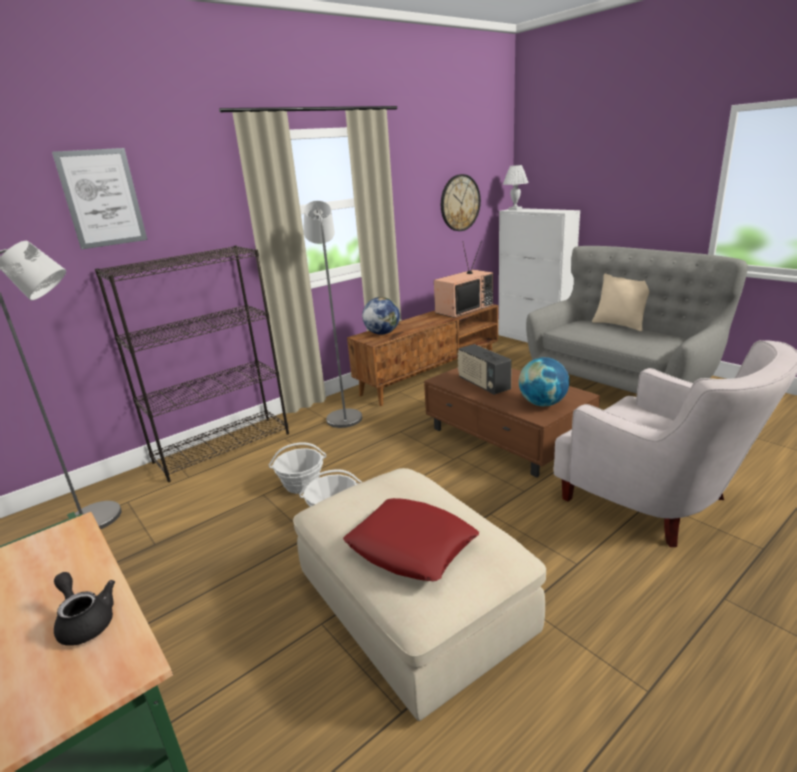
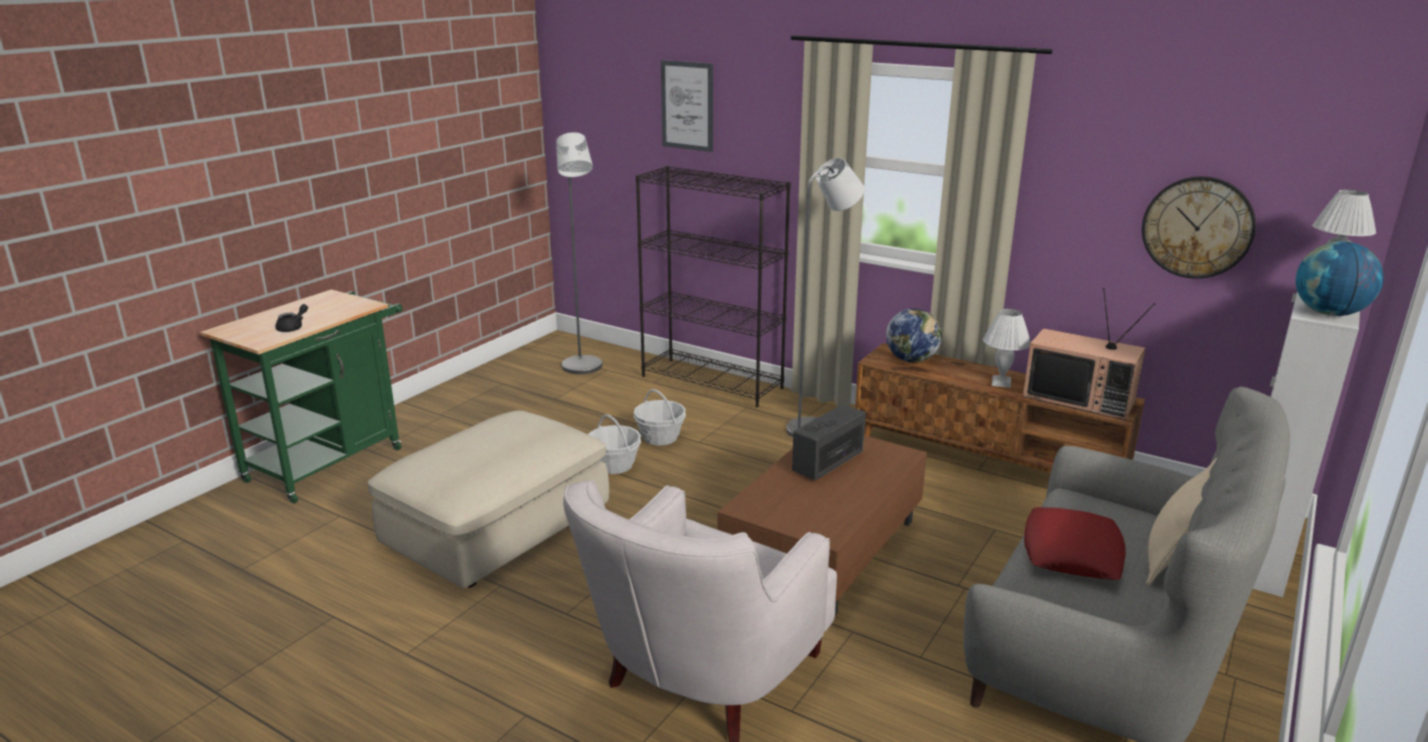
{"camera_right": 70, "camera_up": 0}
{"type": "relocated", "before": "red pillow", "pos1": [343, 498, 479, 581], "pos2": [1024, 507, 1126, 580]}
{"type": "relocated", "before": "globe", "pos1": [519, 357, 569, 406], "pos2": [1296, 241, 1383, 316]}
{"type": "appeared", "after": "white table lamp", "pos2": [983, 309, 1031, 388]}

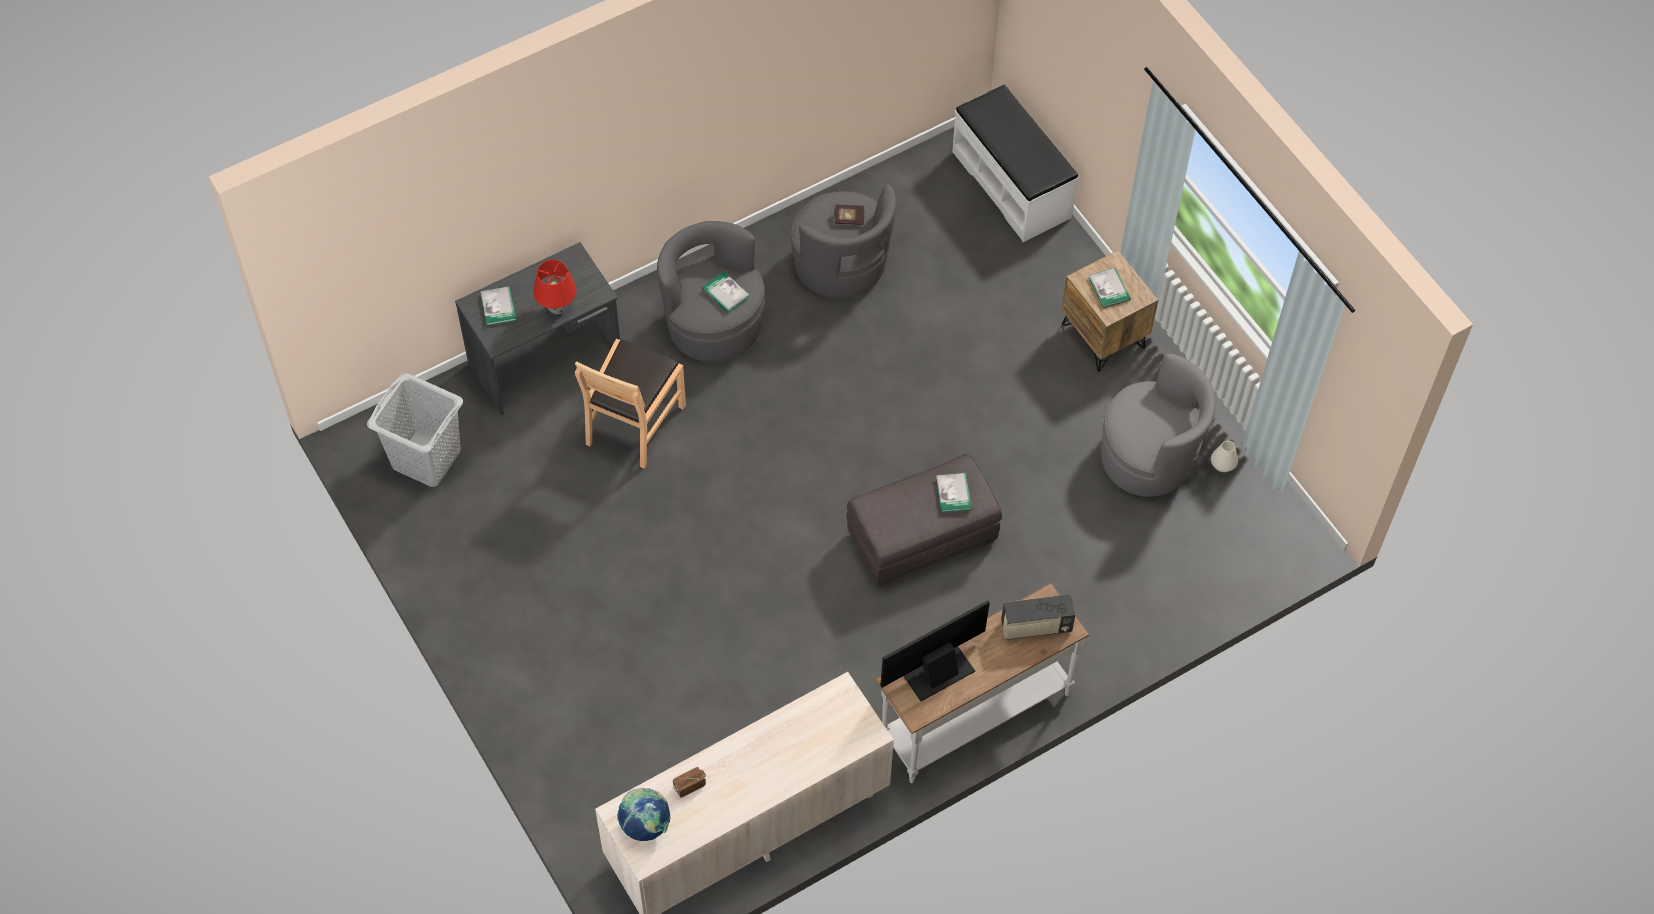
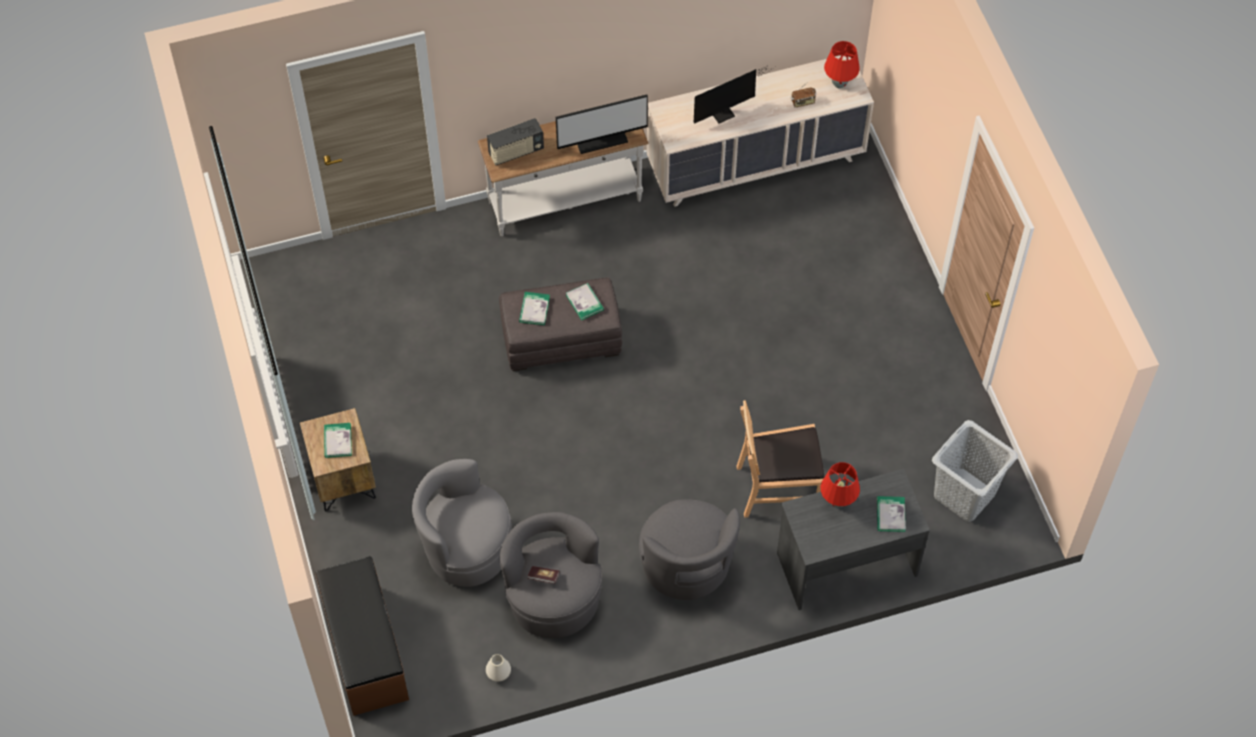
{"camera_right": -165, "camera_up": 0}
{"type": "spun", "before": "brown chair", "pos1": [575, 339, 686, 469], "pos2": [737, 400, 824, 518], "turn": -135}
{"type": "exchanged", "before": "globe", "after": "red table lamp", "pos1": [617, 788, 671, 841], "pos2": [824, 41, 860, 89]}
{"type": "relocated", "before": "book", "pos1": [702, 271, 750, 313], "pos2": [566, 283, 604, 320]}
{"type": "colour", "before": "white bench", "after": "brown bench", "pos1": [952, 85, 1078, 242], "pos2": [316, 556, 409, 716]}
{"type": "spun", "before": "radio", "pos1": [1001, 594, 1075, 640], "pos2": [487, 118, 544, 166], "turn": 150}
{"type": "relocated", "before": "grey armchair", "pos1": [1101, 354, 1216, 497], "pos2": [412, 459, 512, 587]}
{"type": "relocated", "before": "white vase", "pos1": [1211, 441, 1238, 472], "pos2": [486, 654, 511, 681]}
{"type": "appeared", "after": "monitor", "pos2": [694, 67, 775, 124]}

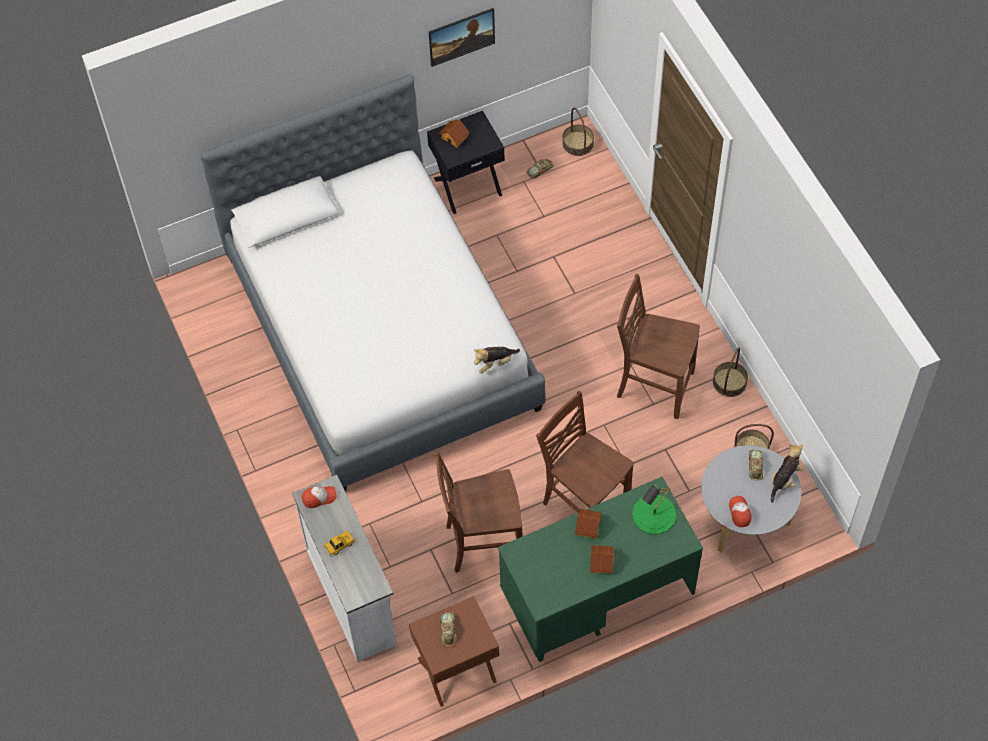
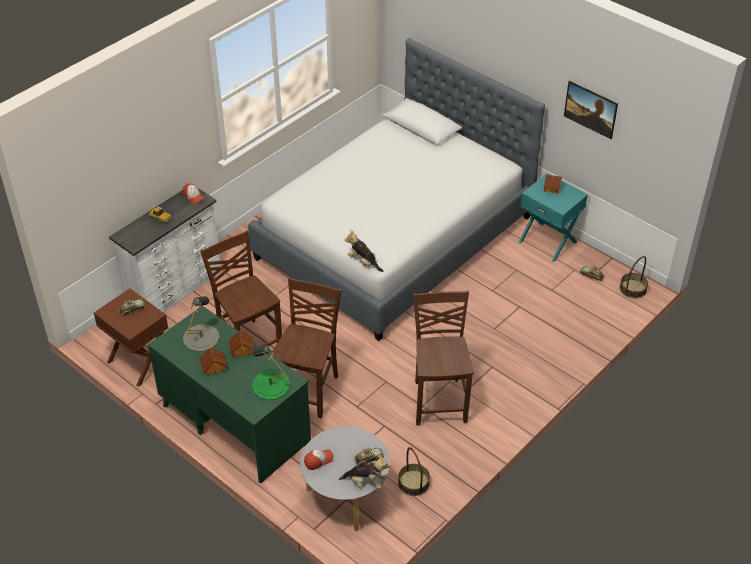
{"camera_right": 65, "camera_up": -15}
{"type": "colour", "before": "black nightstand", "after": "turquoise nightstand", "pos1": [427, 111, 505, 214], "pos2": [519, 173, 588, 262]}
{"type": "missing", "before": "basket", "pos1": [713, 347, 748, 397]}
{"type": "appeared", "after": "grey table lamp", "pos2": [183, 296, 220, 352]}

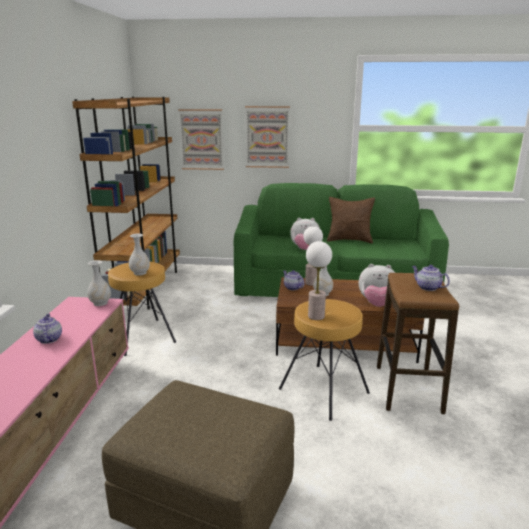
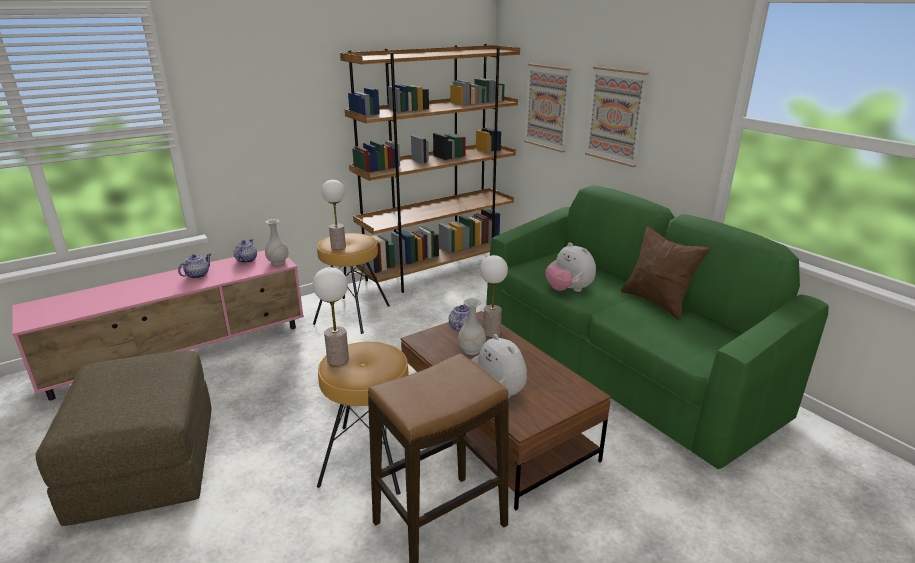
{"camera_right": 50, "camera_up": 5}
{"type": "exchanged", "before": "white vase", "after": "table lamp", "pos1": [129, 233, 150, 276], "pos2": [321, 180, 346, 250]}
{"type": "relocated", "before": "teapot", "pos1": [412, 265, 450, 291], "pos2": [234, 239, 257, 263]}

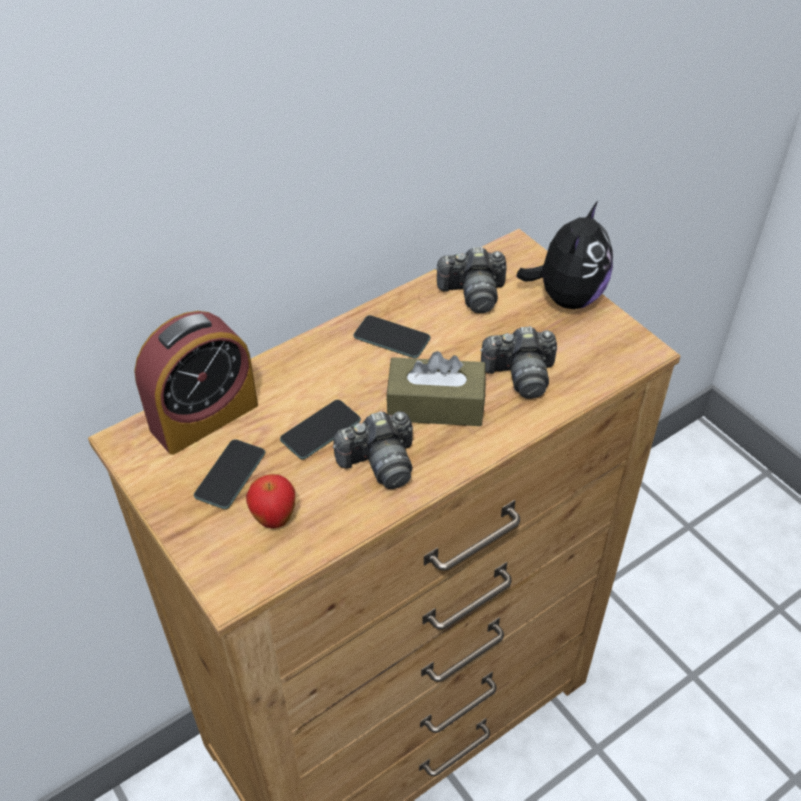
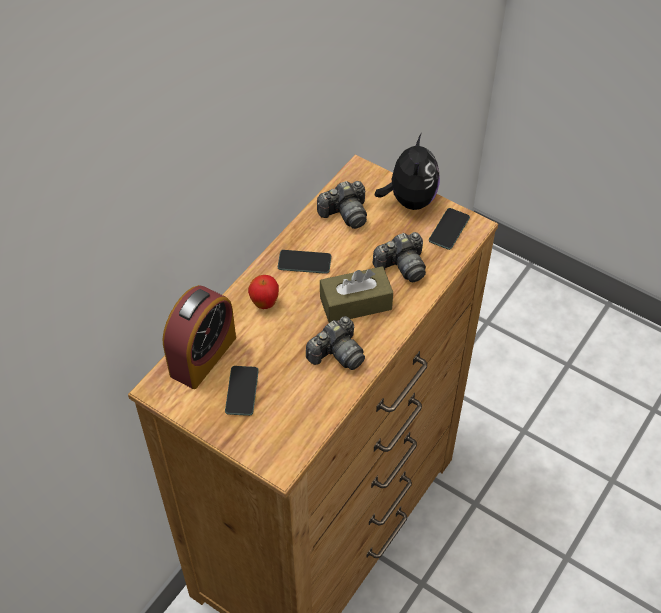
{"camera_right": -20, "camera_up": 5}
{"type": "relocated", "before": "apple", "pos1": [246, 474, 295, 528], "pos2": [248, 275, 279, 309]}
{"type": "relocated", "before": "phone", "pos1": [280, 400, 361, 460], "pos2": [429, 208, 470, 250]}

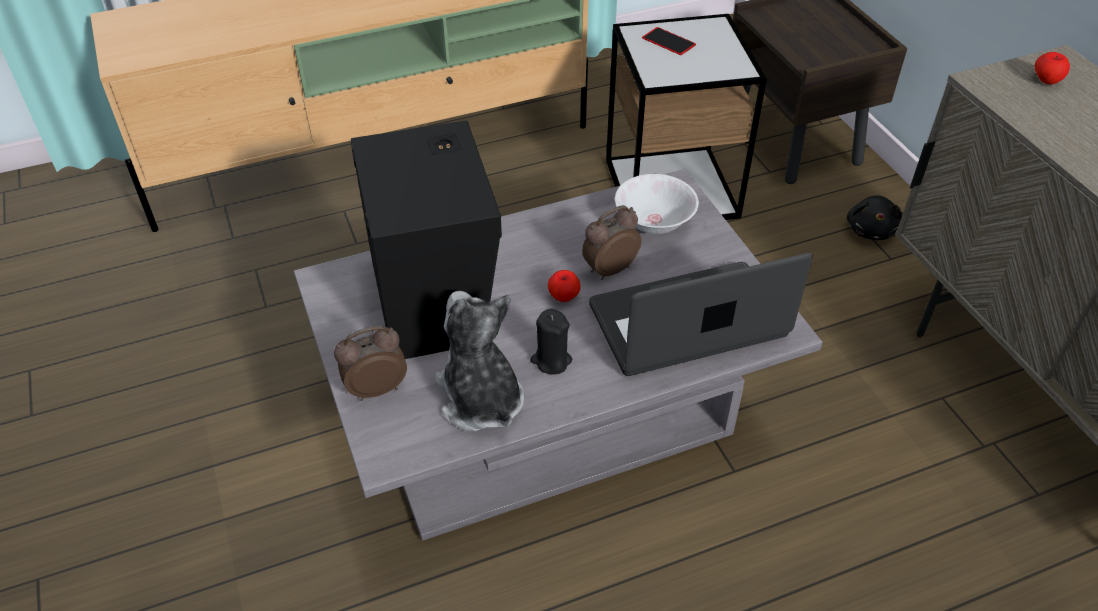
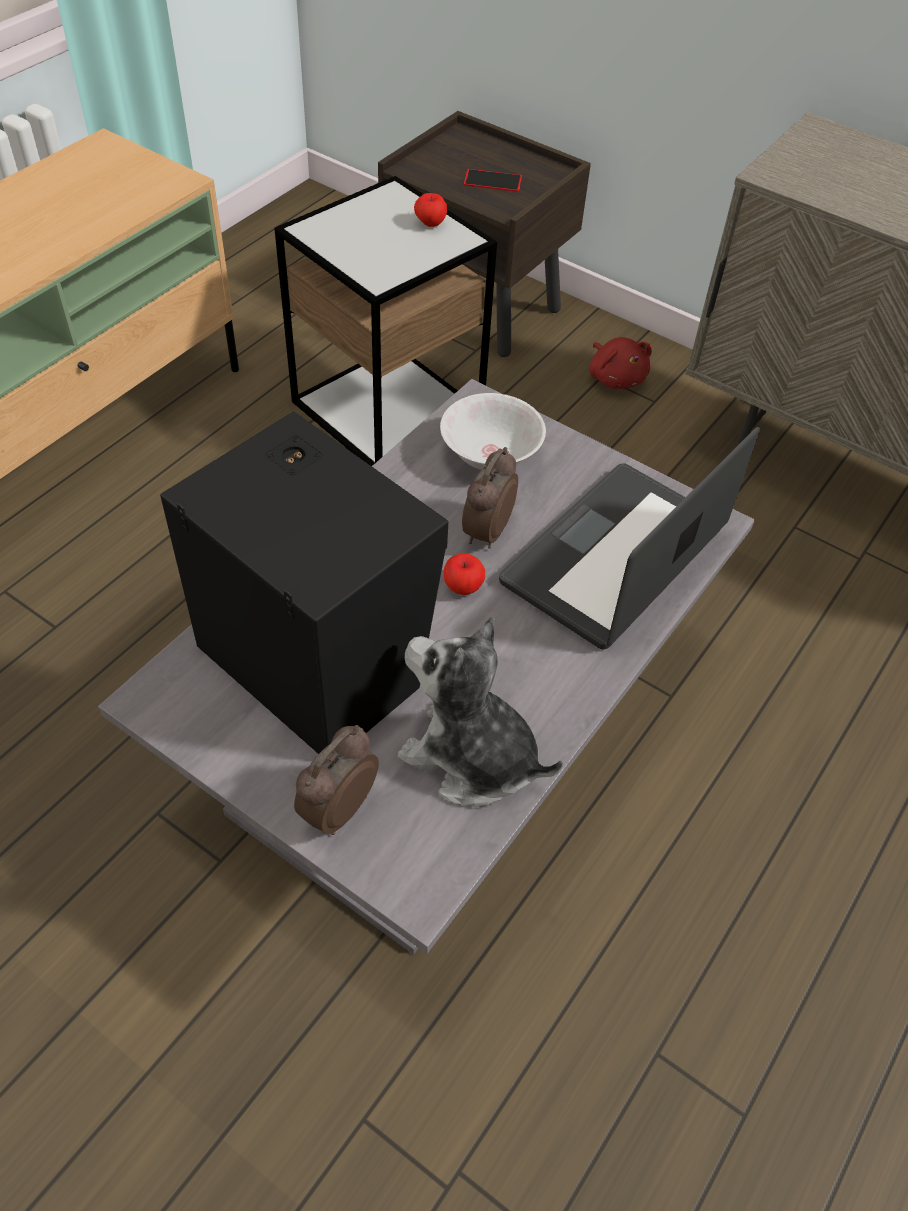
{"camera_right": -35, "camera_up": 5}
{"type": "missing", "before": "black candle", "pos1": [530, 309, 572, 375]}
{"type": "relocated", "before": "phone", "pos1": [642, 27, 696, 55], "pos2": [464, 169, 522, 192]}
{"type": "colour", "before": "black plush toy", "after": "red plush toy", "pos1": [847, 195, 902, 240], "pos2": [589, 337, 652, 389]}
{"type": "relocated", "before": "apple", "pos1": [1035, 52, 1070, 85], "pos2": [414, 193, 447, 227]}

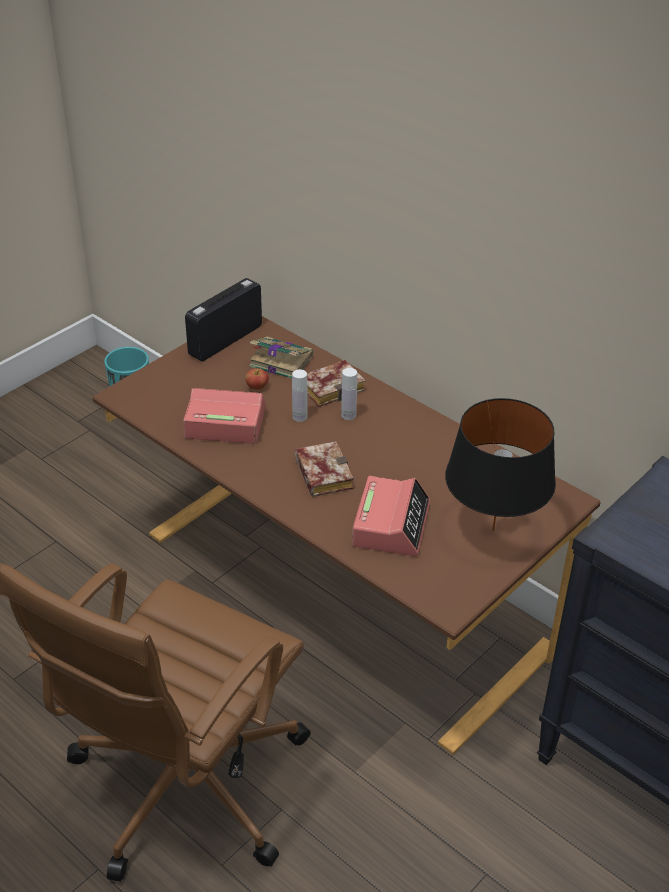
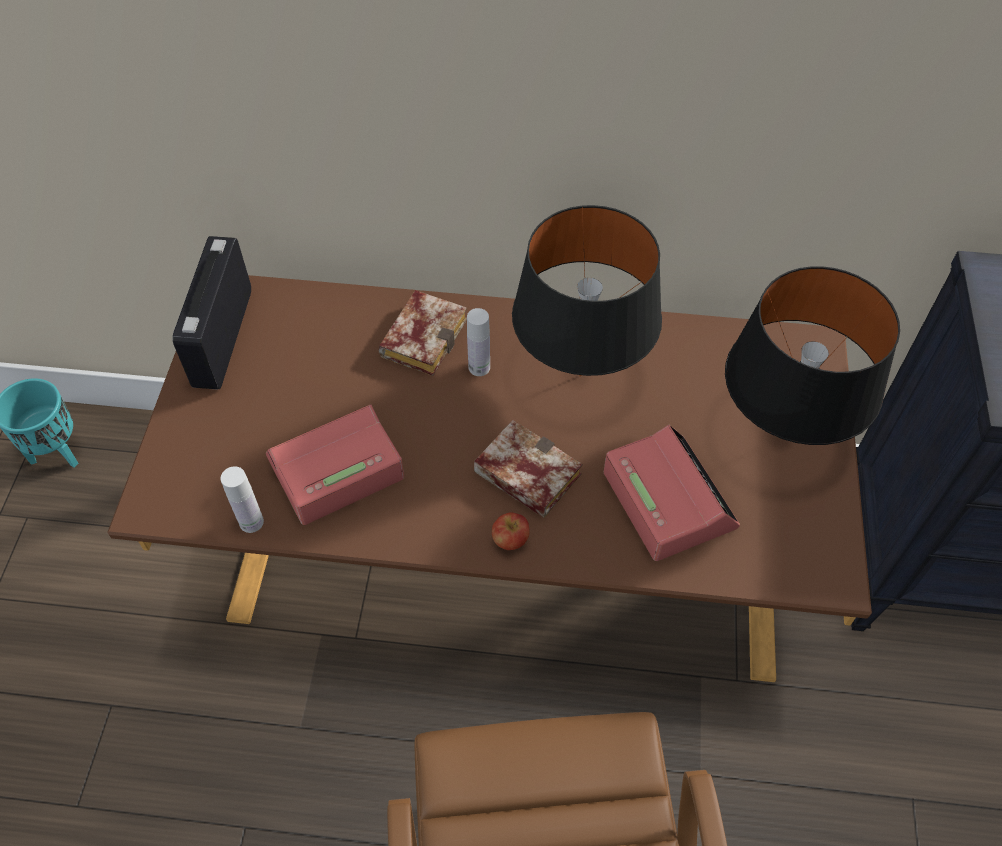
{"camera_right": -35, "camera_up": 15}
{"type": "relocated", "before": "apple", "pos1": [245, 368, 269, 390], "pos2": [492, 512, 530, 550]}
{"type": "missing", "before": "book", "pos1": [249, 337, 313, 379]}
{"type": "relocated", "before": "white bottle", "pos1": [292, 369, 308, 422], "pos2": [220, 466, 264, 533]}
{"type": "appeared", "after": "black table lamp", "pos2": [512, 205, 662, 377]}

